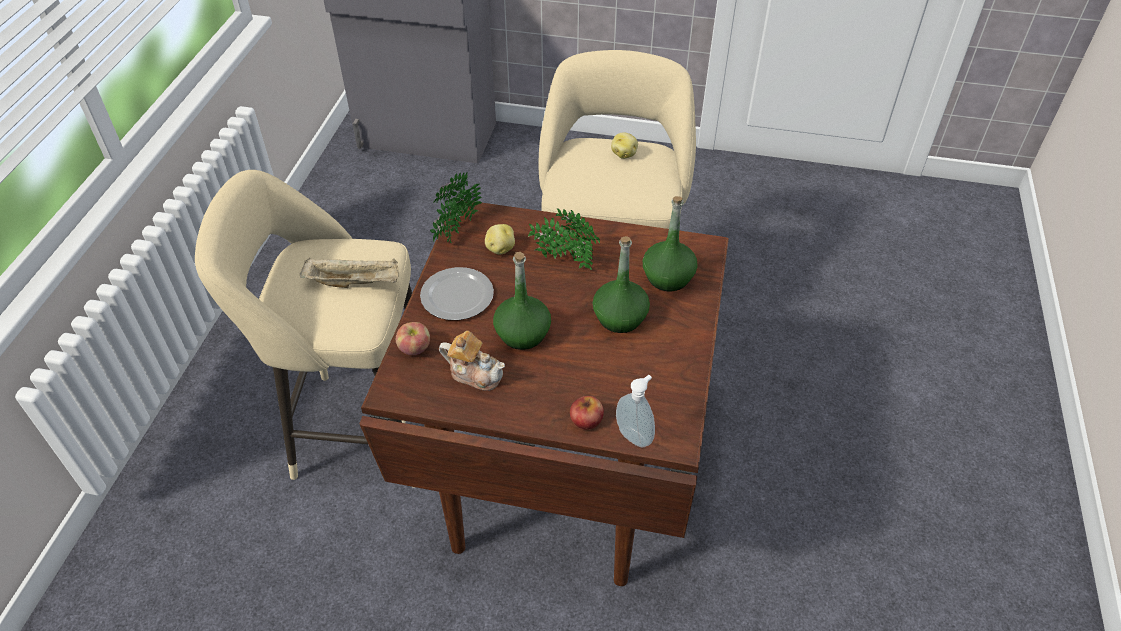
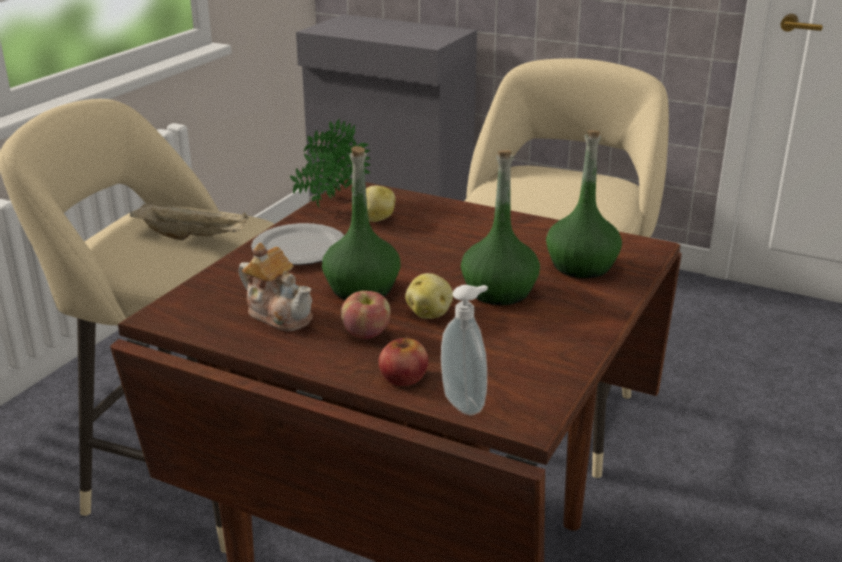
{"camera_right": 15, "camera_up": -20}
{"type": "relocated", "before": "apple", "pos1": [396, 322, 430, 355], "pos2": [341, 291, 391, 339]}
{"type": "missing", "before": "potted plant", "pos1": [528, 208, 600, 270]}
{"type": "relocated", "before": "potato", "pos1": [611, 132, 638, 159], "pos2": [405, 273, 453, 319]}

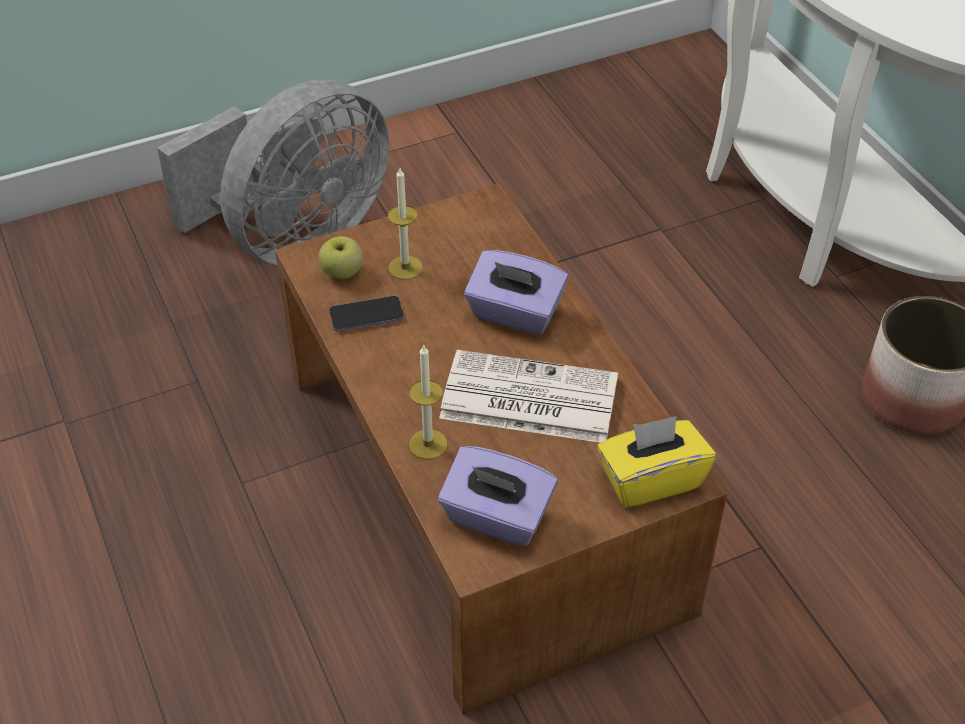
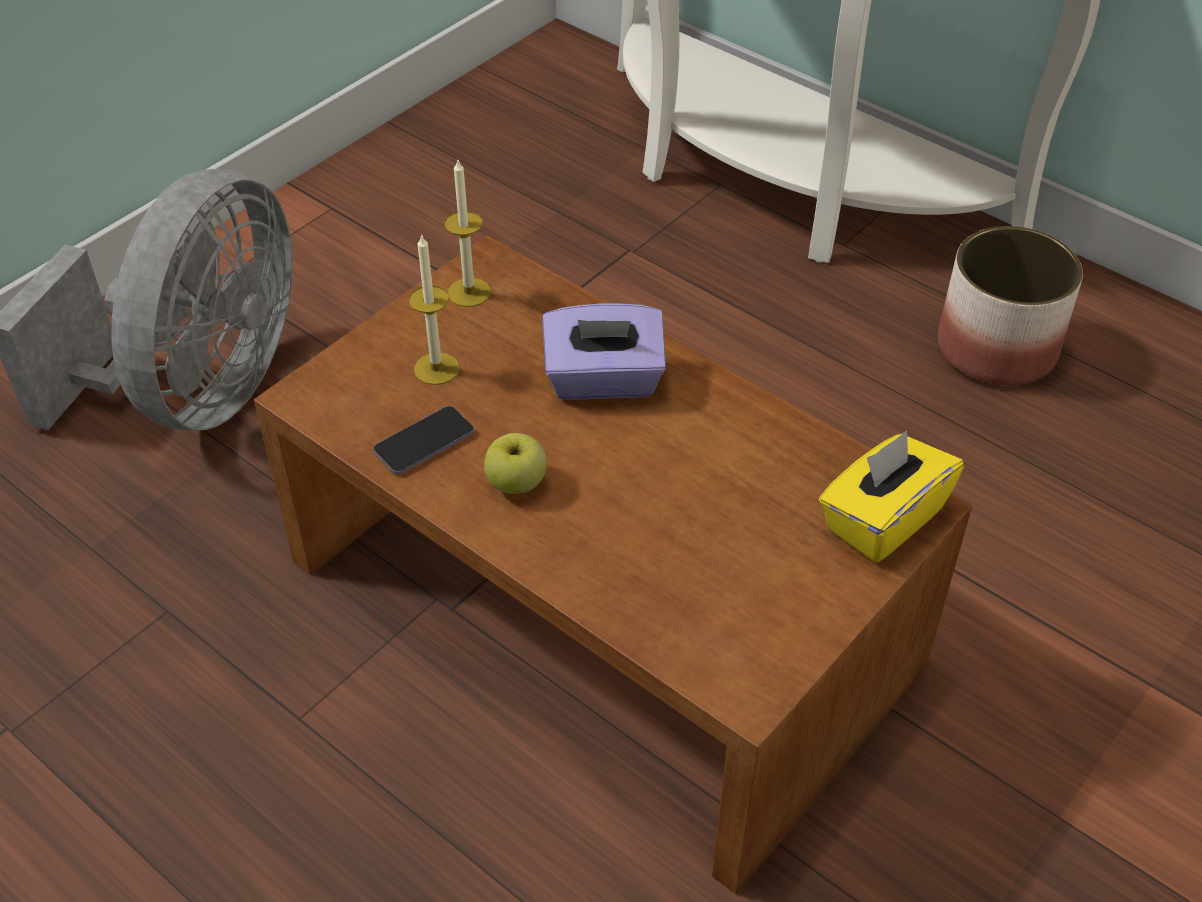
{"camera_right": -25, "camera_up": 0}
{"type": "relocated", "before": "apple", "pos1": [318, 236, 363, 279], "pos2": [484, 433, 547, 494]}
{"type": "relocated", "before": "candle", "pos1": [409, 345, 447, 459], "pos2": [444, 158, 491, 307]}
{"type": "missing", "before": "purple tissue box", "pos1": [438, 446, 558, 546]}
{"type": "missing", "before": "newspaper", "pos1": [439, 350, 618, 443]}

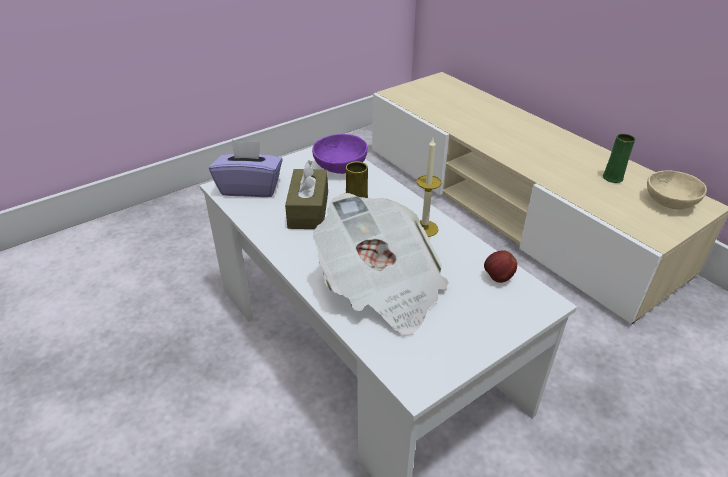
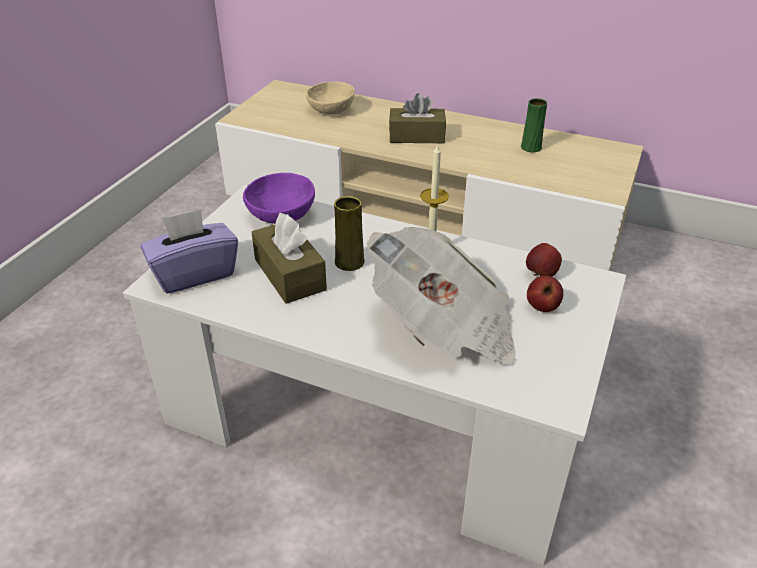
{"camera_right": -30, "camera_up": 0}
{"type": "relocated", "before": "beige bowl", "pos1": [647, 170, 707, 210], "pos2": [306, 82, 355, 114]}
{"type": "appeared", "after": "brown tissue box", "pos2": [389, 93, 446, 143]}
{"type": "appeared", "after": "apple", "pos2": [527, 275, 563, 312]}

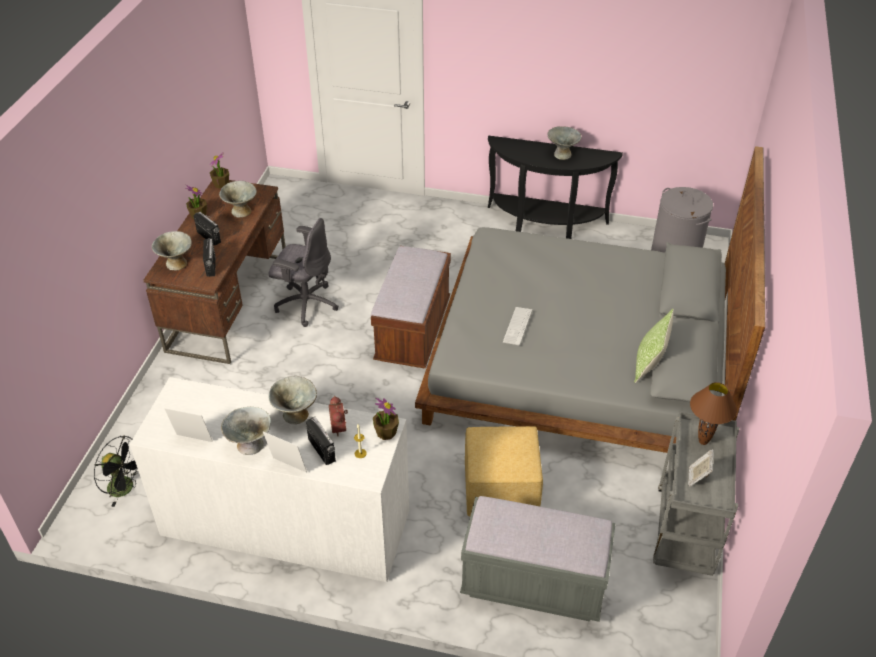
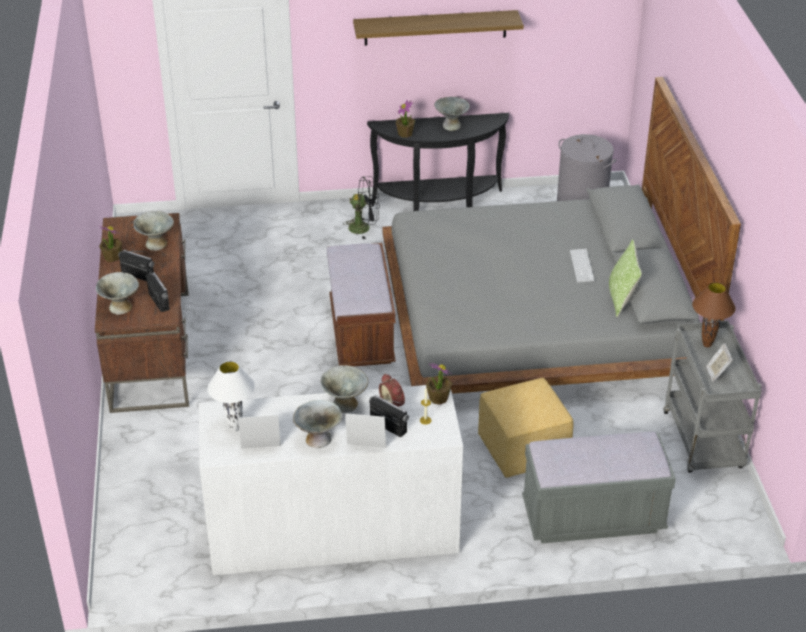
{"camera_right": -20, "camera_up": -5}
{"type": "relocated", "before": "black fan", "pos1": [94, 435, 138, 507], "pos2": [343, 176, 380, 239]}
{"type": "relocated", "before": "potted plant", "pos1": [210, 153, 229, 189], "pos2": [396, 100, 415, 138]}
{"type": "missing", "before": "grey office chair", "pos1": [268, 218, 338, 327]}
{"type": "relocated", "before": "keyboard", "pos1": [503, 307, 532, 346], "pos2": [570, 249, 594, 282]}
{"type": "appeared", "after": "white table lamp", "pos2": [207, 361, 255, 431]}
{"type": "appeared", "after": "shelf", "pos2": [353, 10, 524, 45]}

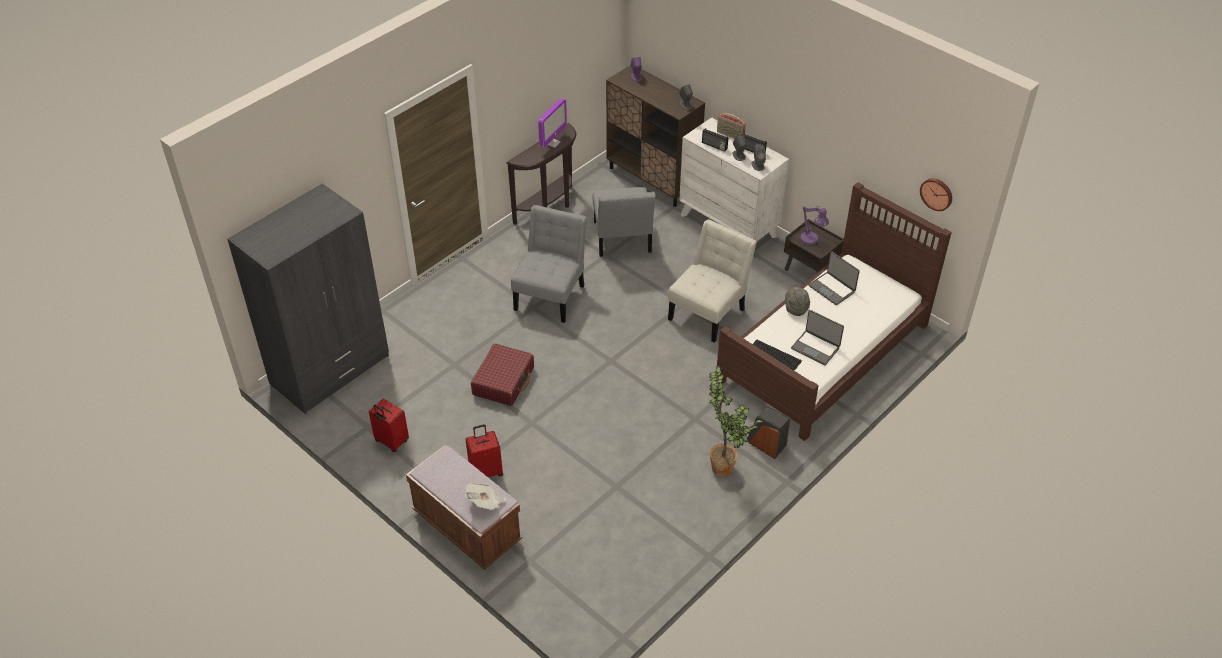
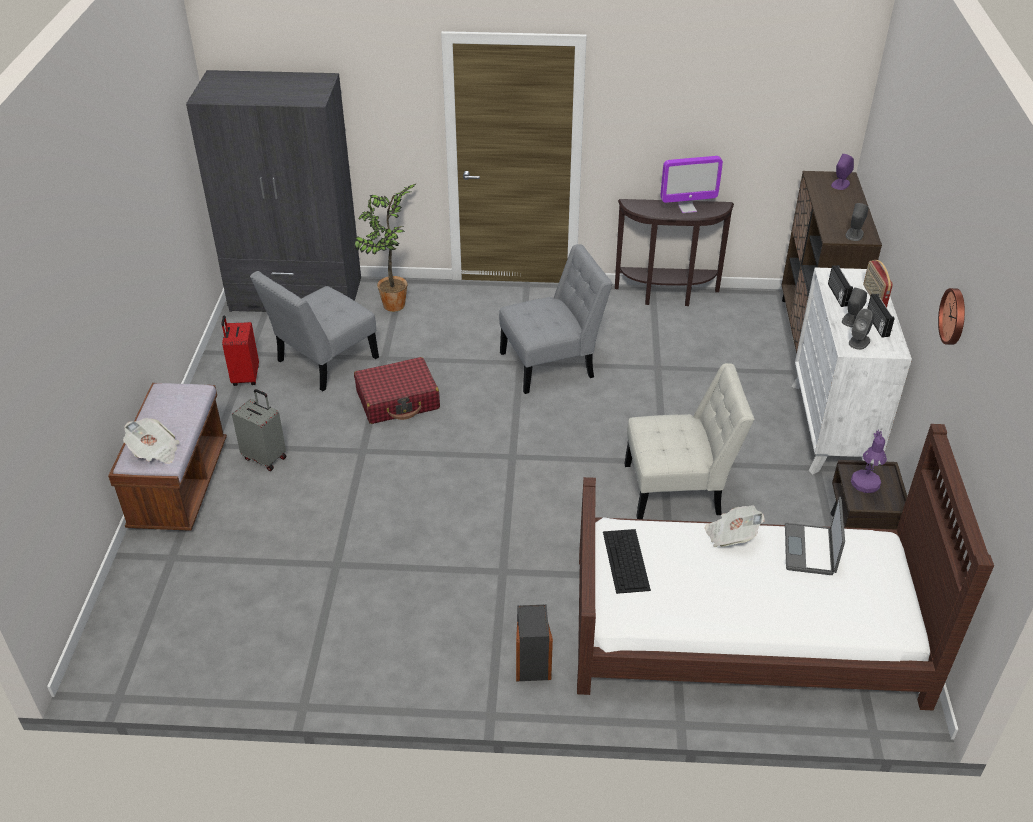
{"camera_right": 50, "camera_up": -5}
{"type": "colour", "before": "red suitcase", "after": "grey suitcase", "pos1": [465, 424, 503, 477], "pos2": [232, 389, 287, 471]}
{"type": "relocated", "before": "grey chair", "pos1": [593, 187, 656, 257], "pos2": [250, 271, 379, 391]}
{"type": "relocated", "before": "potted plant", "pos1": [709, 366, 764, 477], "pos2": [355, 184, 416, 312]}
{"type": "exchanged", "before": "grey hat", "after": "newspaper", "pos1": [785, 287, 810, 316], "pos2": [705, 505, 765, 547]}
{"type": "missing", "before": "laptop", "pos1": [791, 310, 844, 365]}
{"type": "relocated", "before": "wall clock", "pos1": [920, 178, 952, 211], "pos2": [938, 288, 965, 345]}

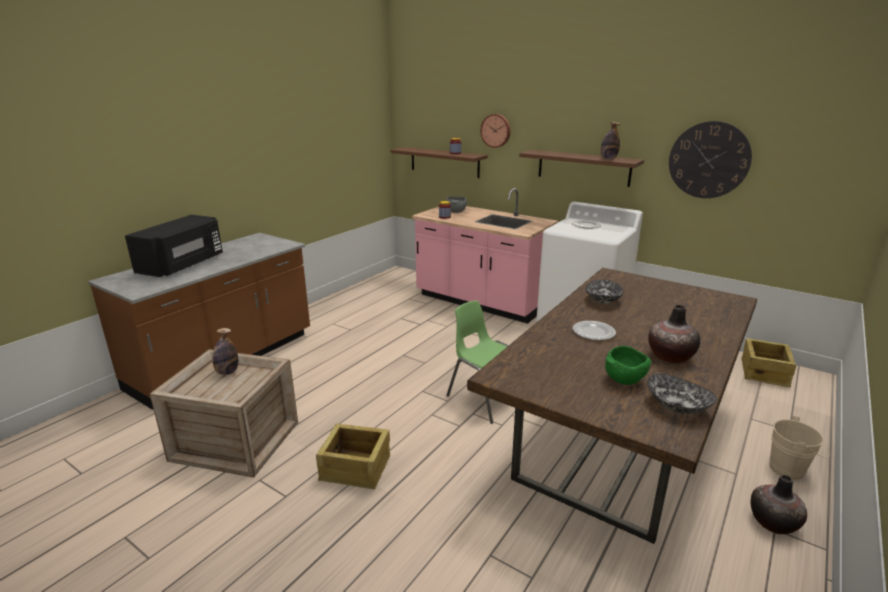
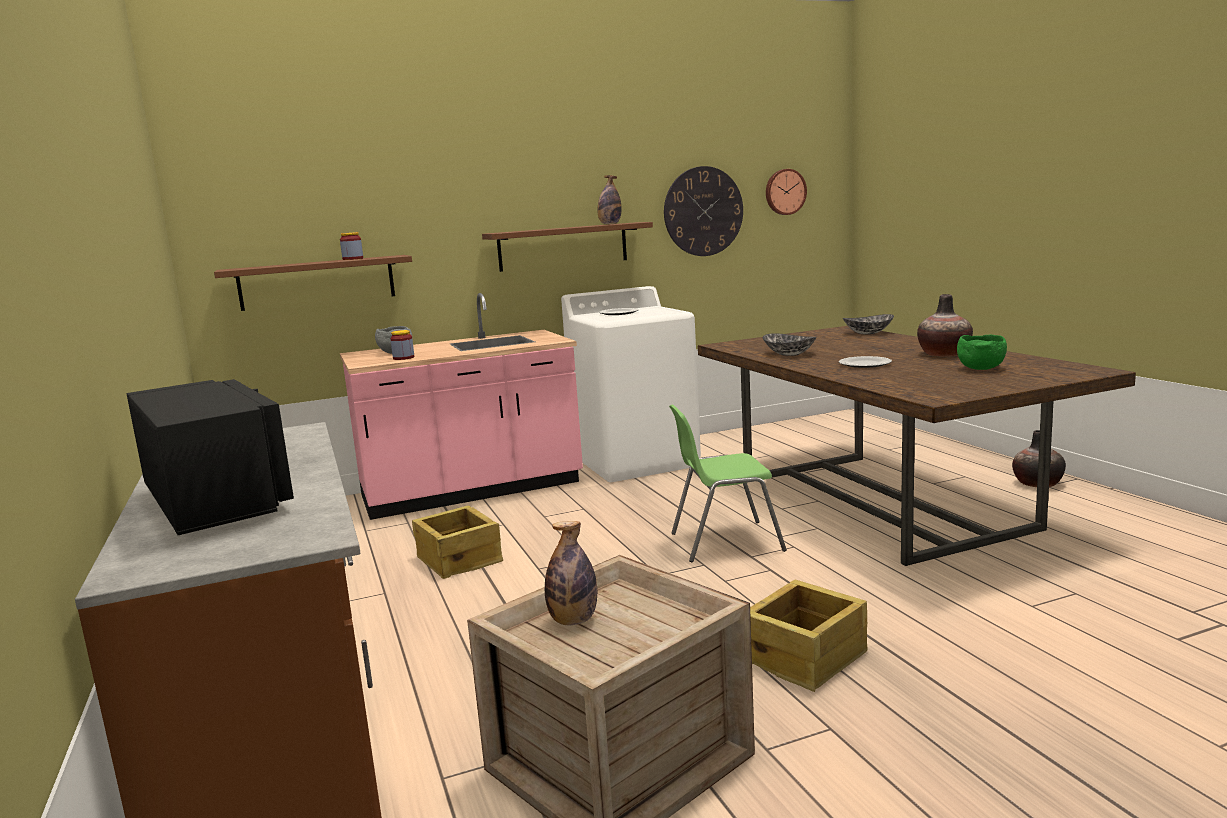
{"camera_right": -55, "camera_up": -10}
{"type": "relocated", "before": "wall clock", "pos1": [480, 114, 510, 148], "pos2": [766, 169, 807, 215]}
{"type": "relocated", "before": "bowl", "pos1": [647, 374, 717, 414], "pos2": [843, 314, 894, 334]}
{"type": "relocated", "before": "crate", "pos1": [742, 338, 797, 387], "pos2": [412, 505, 503, 579]}
{"type": "missing", "before": "beige bucket", "pos1": [769, 416, 830, 480]}

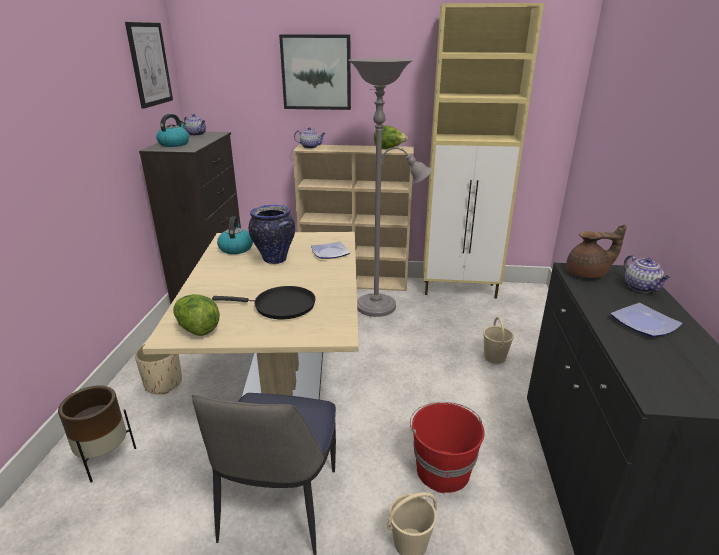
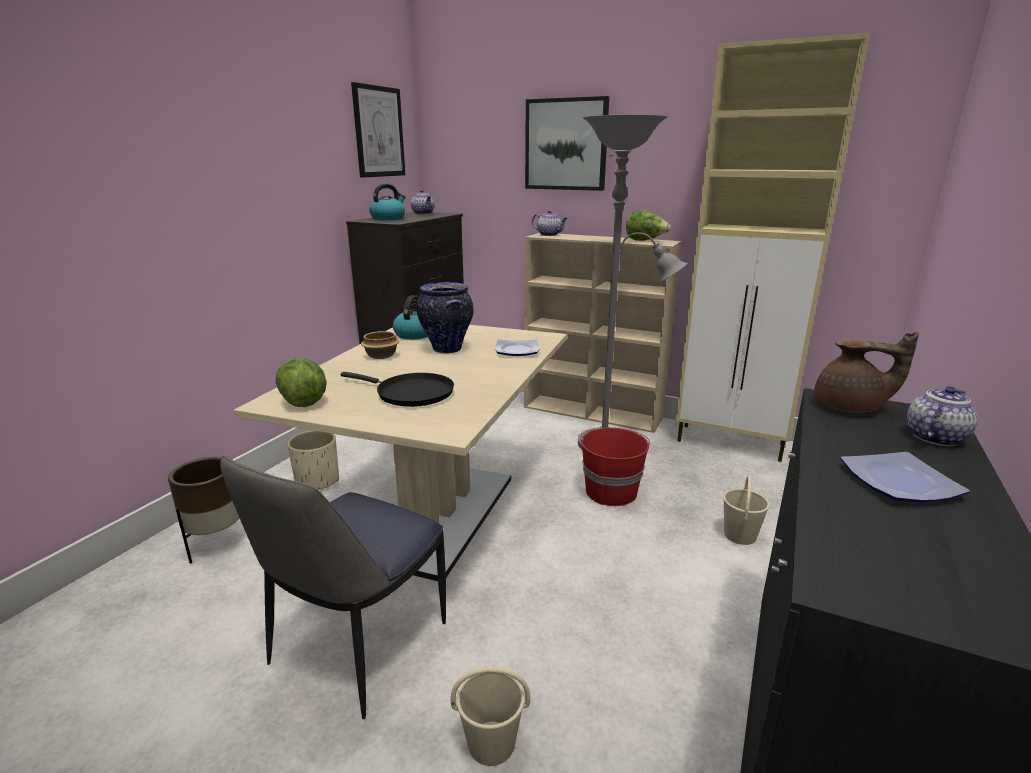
{"camera_right": 20, "camera_up": -5}
{"type": "relocated", "before": "red bucket", "pos1": [410, 402, 485, 493], "pos2": [580, 428, 650, 506]}
{"type": "spun", "before": "teapot", "pos1": [624, 255, 670, 293], "pos2": [907, 386, 978, 446], "turn": -135}
{"type": "appeared", "after": "bowl", "pos2": [361, 331, 399, 359]}

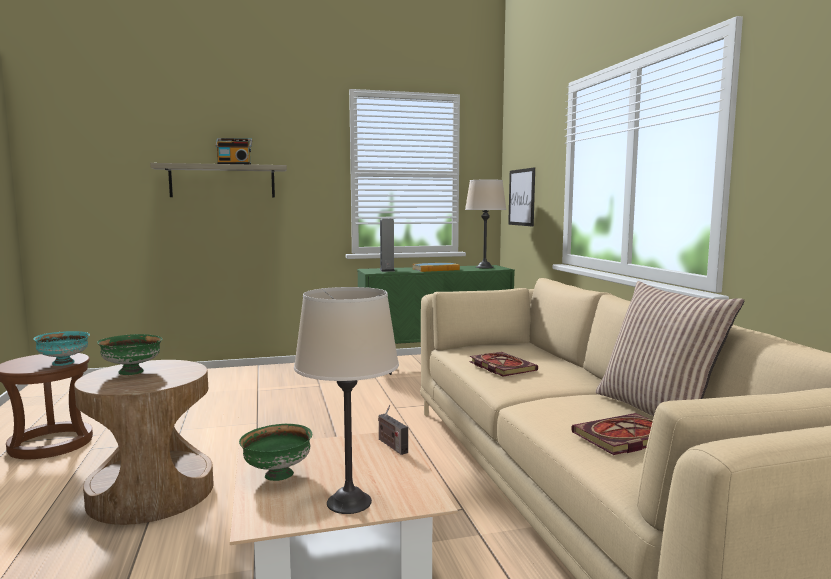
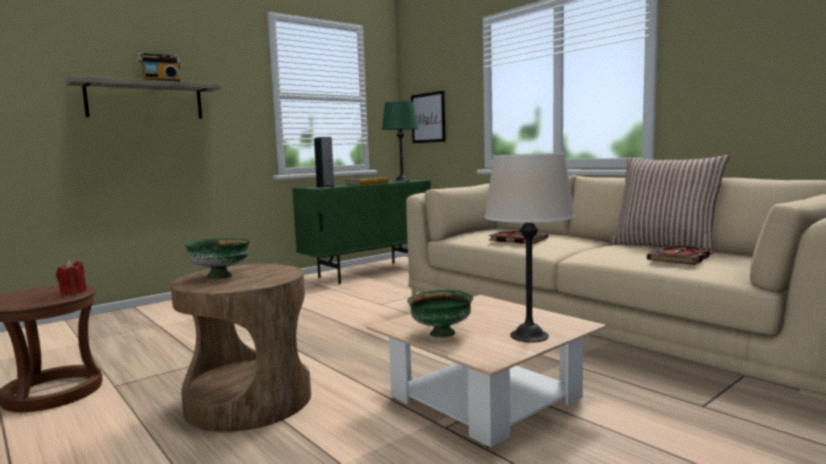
{"camera_right": -25, "camera_up": 0}
{"type": "exchanged", "before": "turquoise bowl", "after": "red candle", "pos1": [33, 331, 90, 366], "pos2": [56, 260, 87, 295]}
{"type": "missing", "before": "radio", "pos1": [378, 405, 408, 455]}
{"type": "colour", "before": "beige table lamp", "after": "green table lamp", "pos1": [465, 179, 507, 268], "pos2": [382, 101, 418, 181]}

